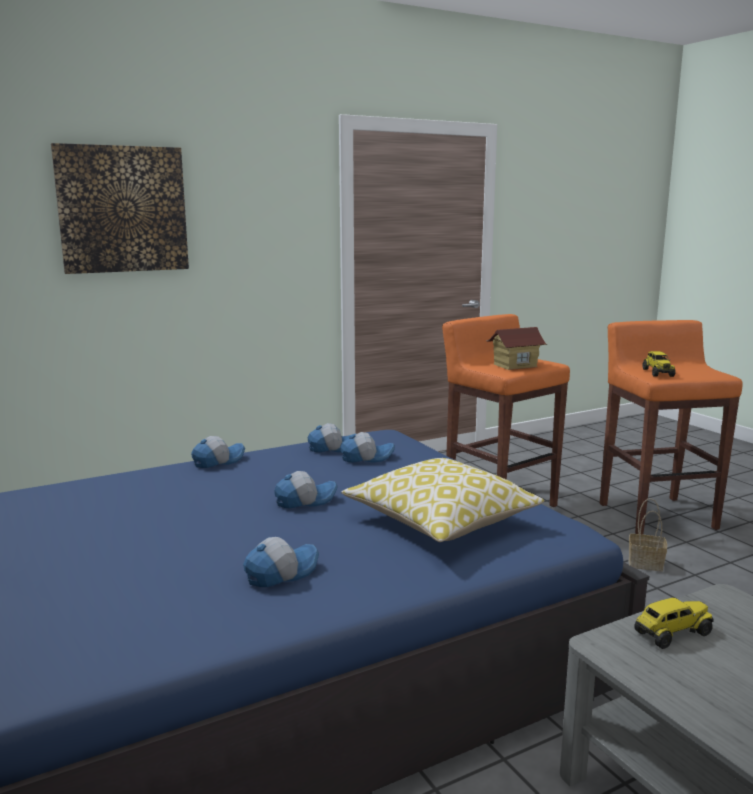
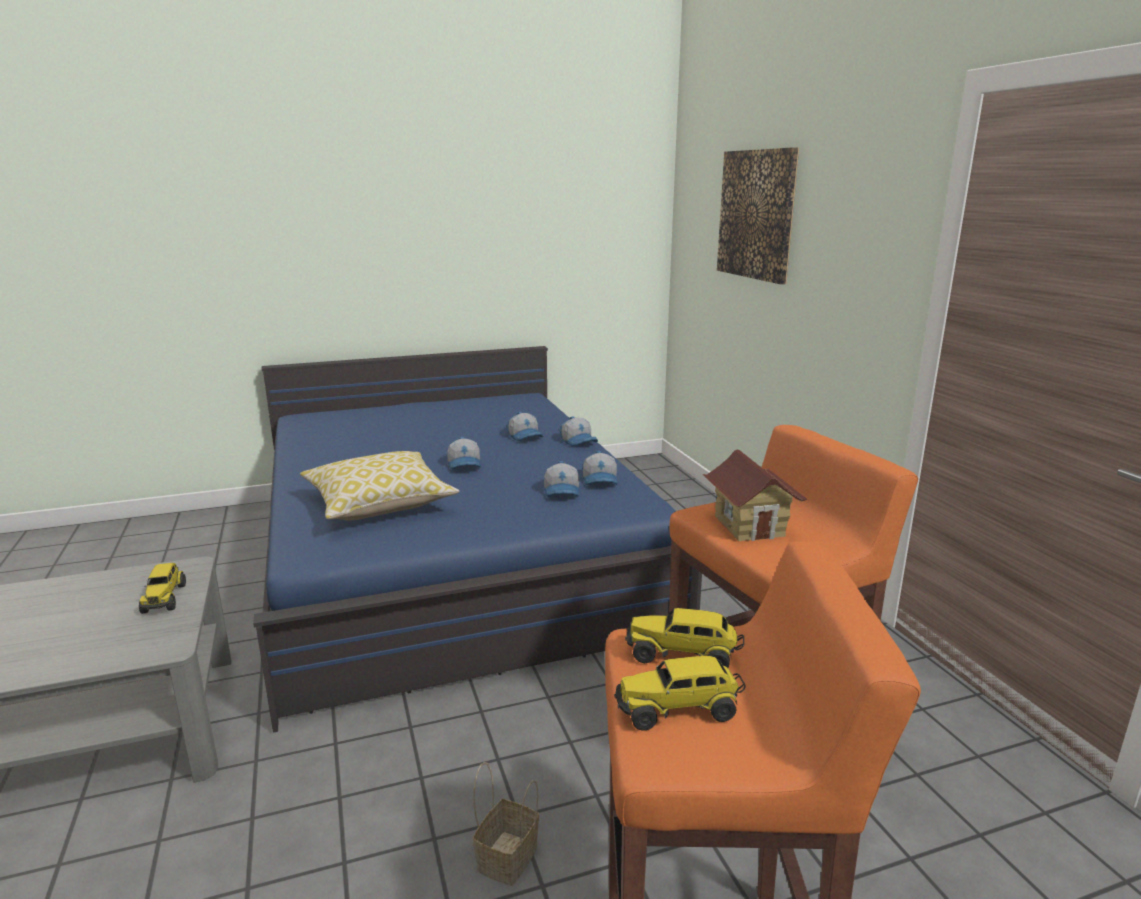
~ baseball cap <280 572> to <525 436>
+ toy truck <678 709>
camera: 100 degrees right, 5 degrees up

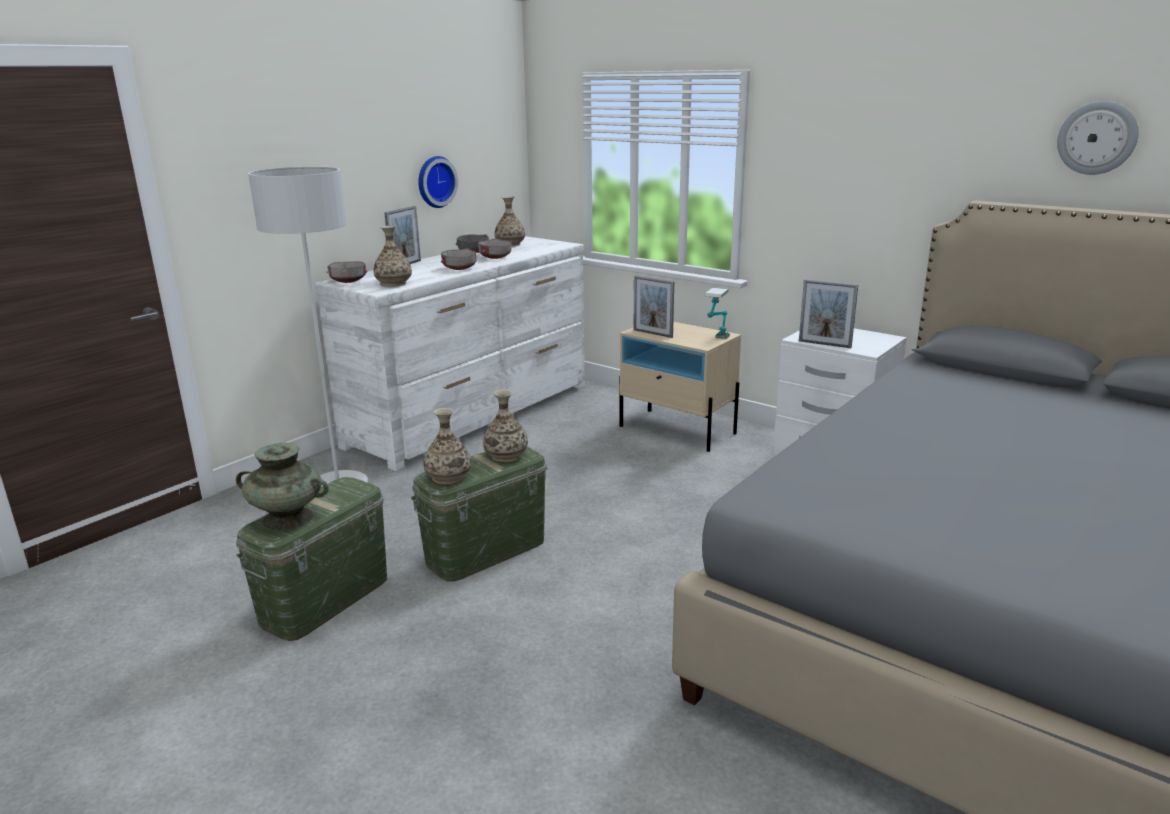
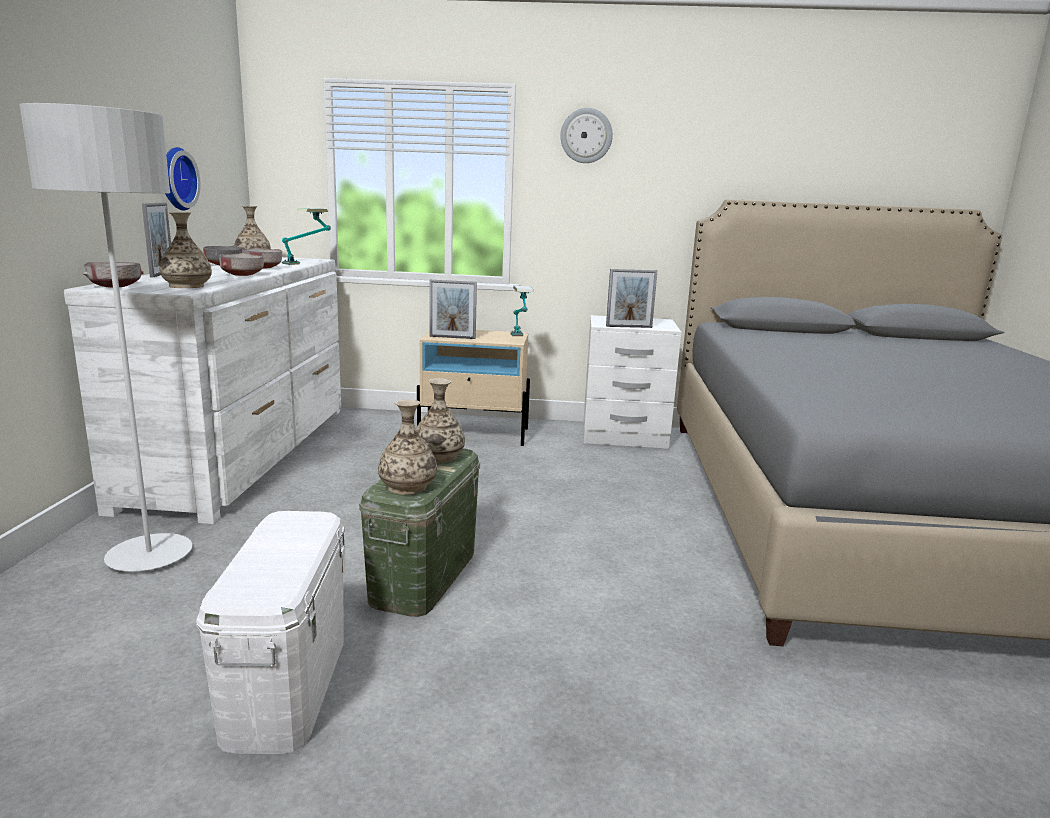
~ green-coloured storage box <325 599> to whitish storage box <287 684>
+ lamp for a table <308 263>
~ clock on the wall <1097 138> to <586 136>
- blue-green vase <287 519>
camera: 35 degrees left, 5 degrees down

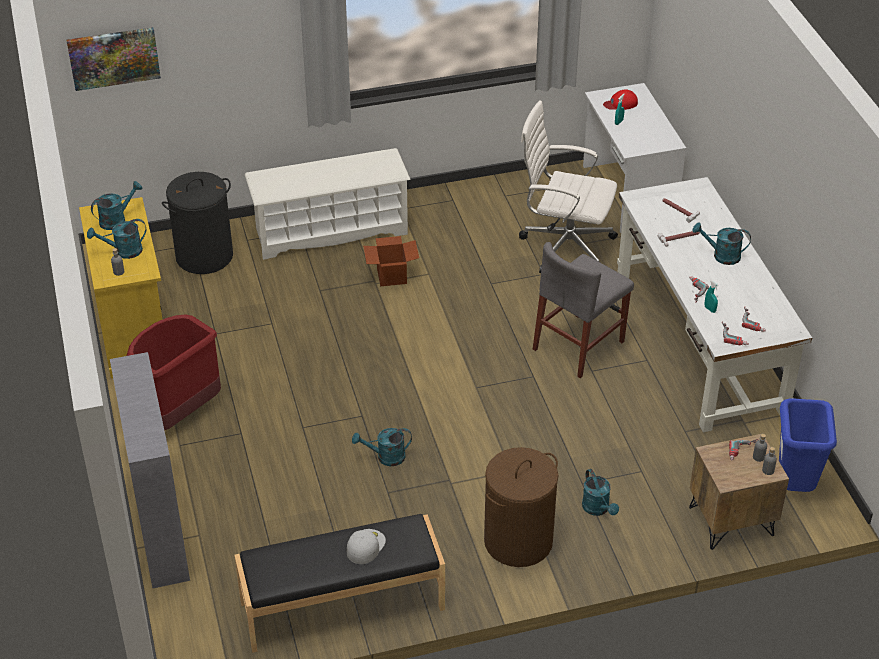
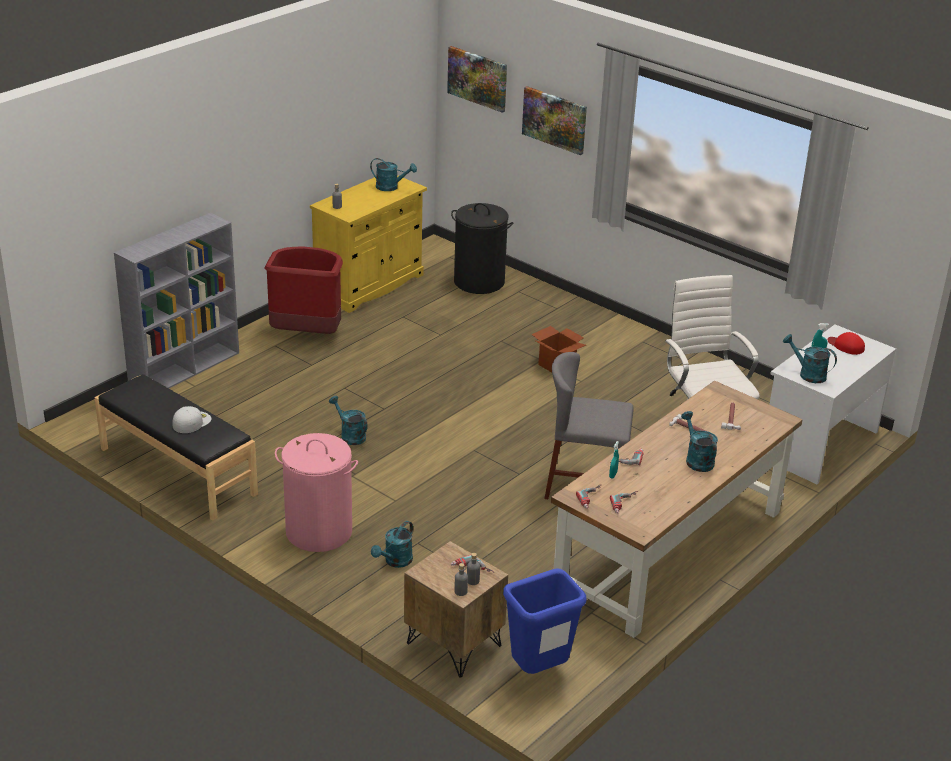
~ whitish baseball cap <365 546> = <191 422> 45 degrees counterclockwise
~ brownish laundry basket <518 541> to pink-coloured laundry basket <318 532>
+ wall art <555 120>
~ whitish desk unit <700 342> to brownish desk unit <669 551>
~ blue-green sprinkling can <123 251> to <808 374>
- whitish shoe rack <330 231>
camera: 55 degrees right, 10 degrees down

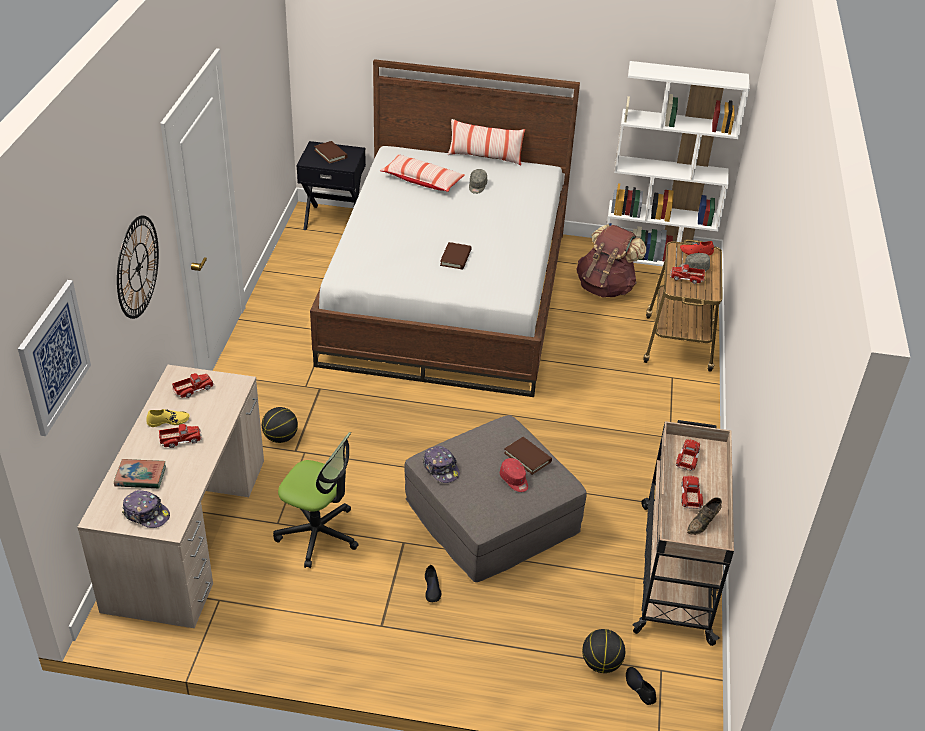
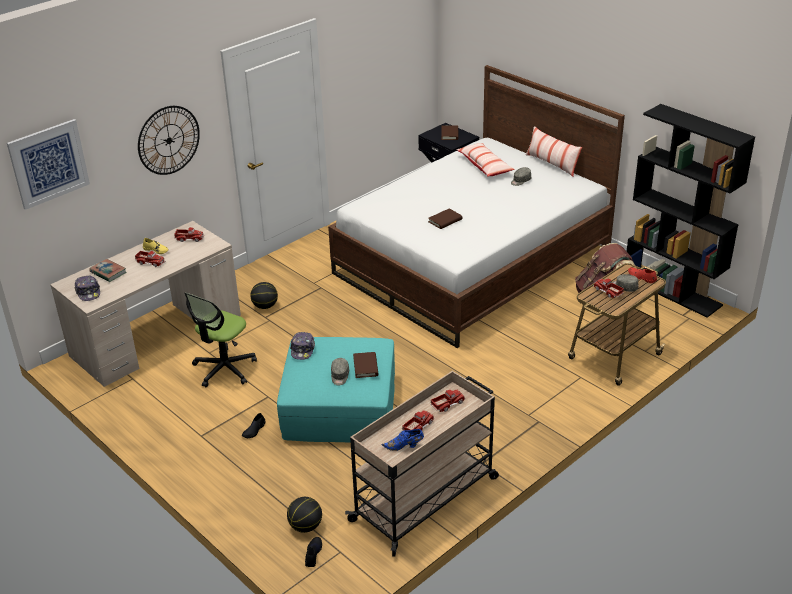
~ desk chair <318 534> = <224 369> 60 degrees clockwise
~ gray pouffe <491 516> to blue-green pouffe <340 406>
~ red baseball cap <514 480> to gray baseball cap <340 376>
~ brownish item of footwear <703 523> to blue-coloured item of footwear <404 446>
~ whitish bookshelf <656 256> to black bookshelf <672 291>
camera: 40 degrees right, 5 degrees down

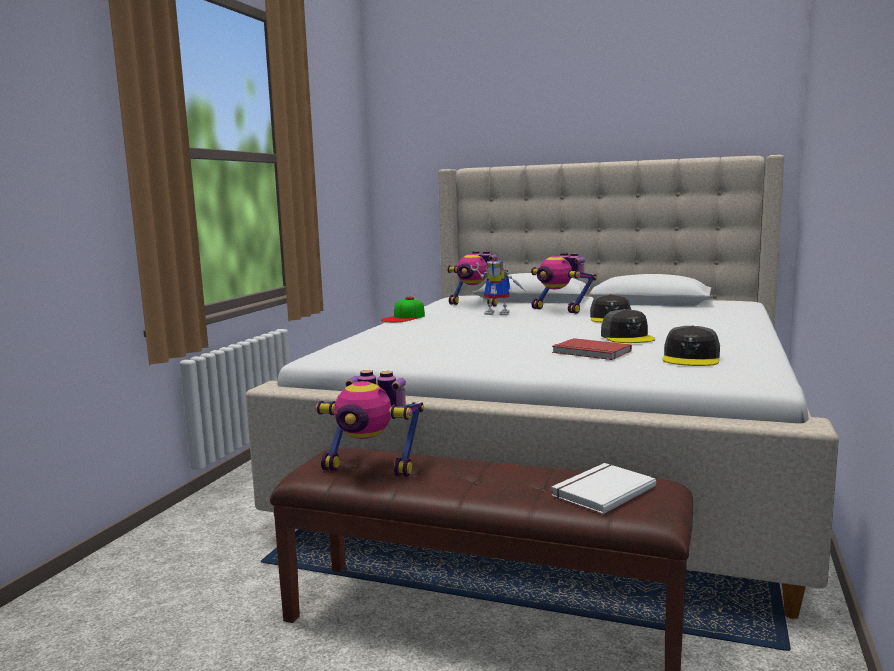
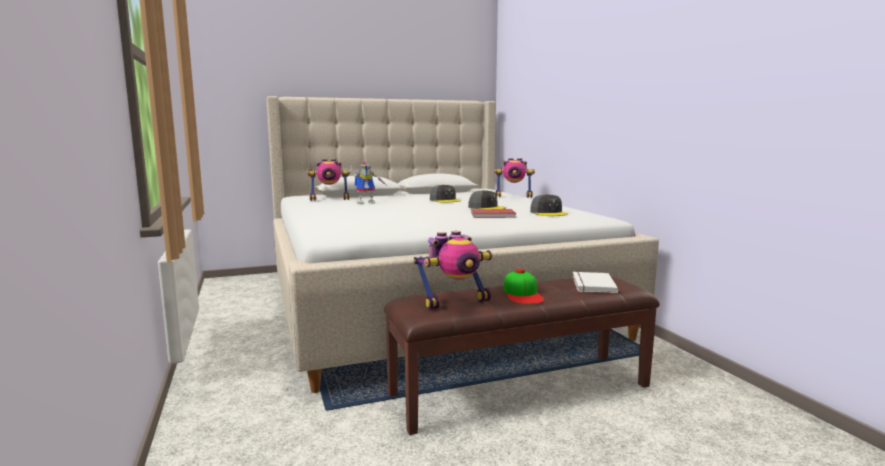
~ toy robot <560 310> to <514 196>
~ baseball cap <404 318> to <522 294>
camera: 40 degrees left, 0 degrees up

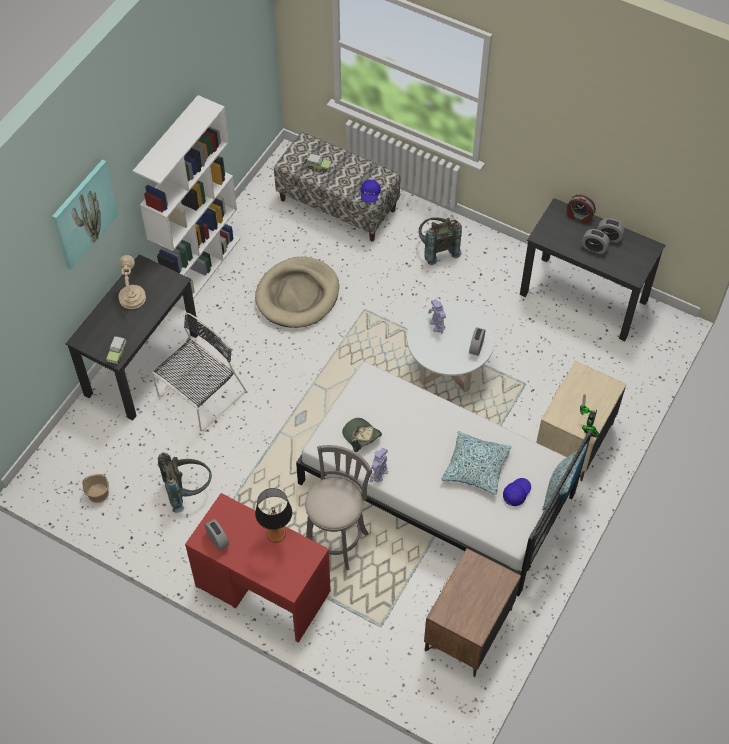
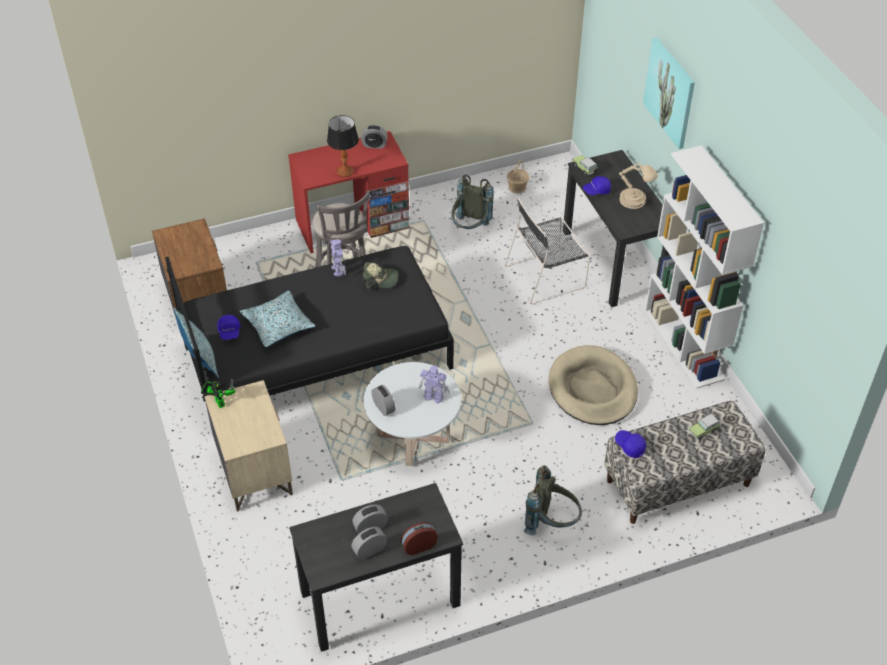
~ whitish bedroom bed <436 489> to black bedroom bed <317 356>
~ black plain chair <200 396> = <547 276> 75 degrees clockwise
+ blue-coloured baseball cap <596 191>
camera: 130 degrees right, 10 degrees down

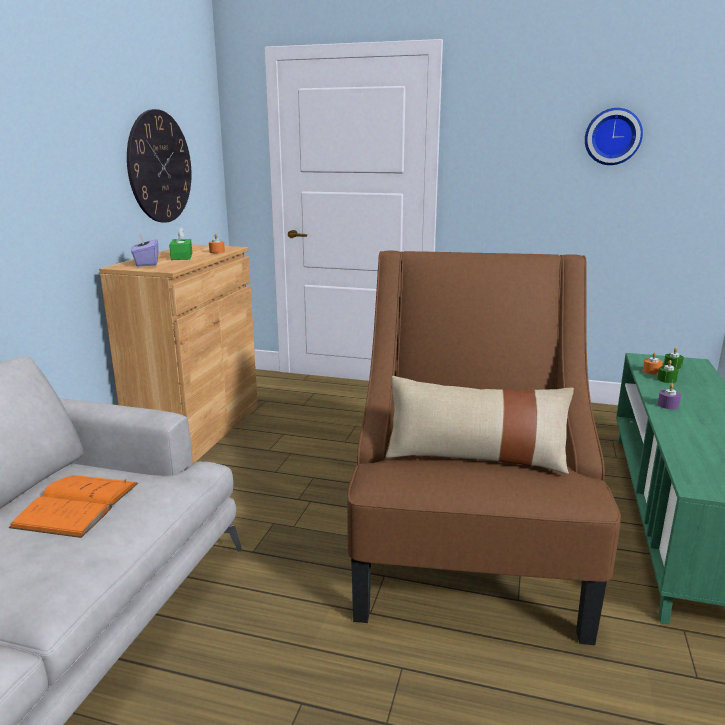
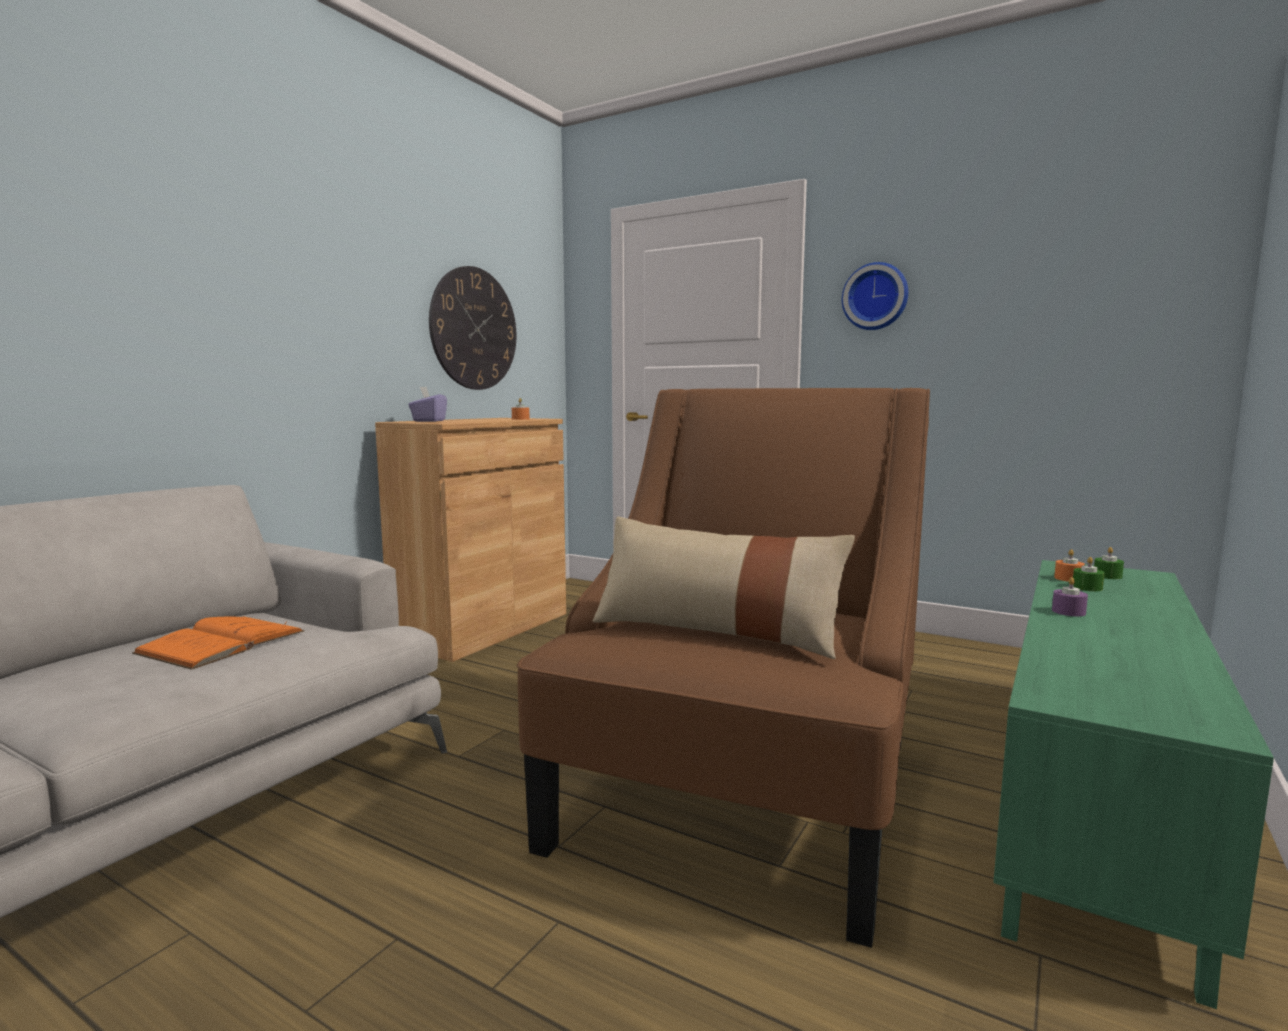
~ clock on the wall <612 136> to <875 297>
- green-coloured tissue box <181 256>
camera: 15 degrees right, 10 degrees down

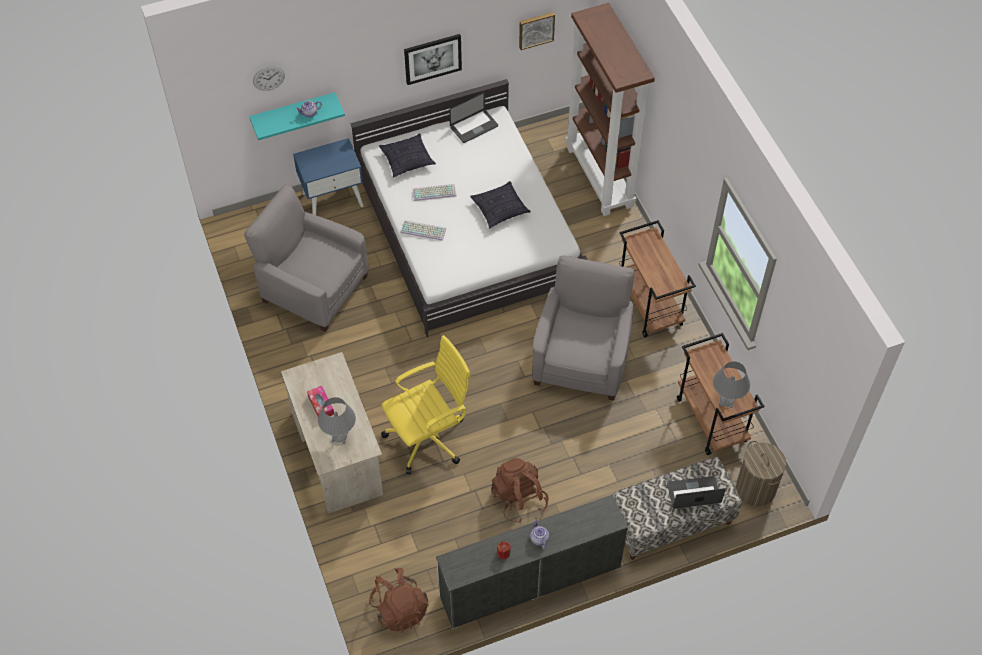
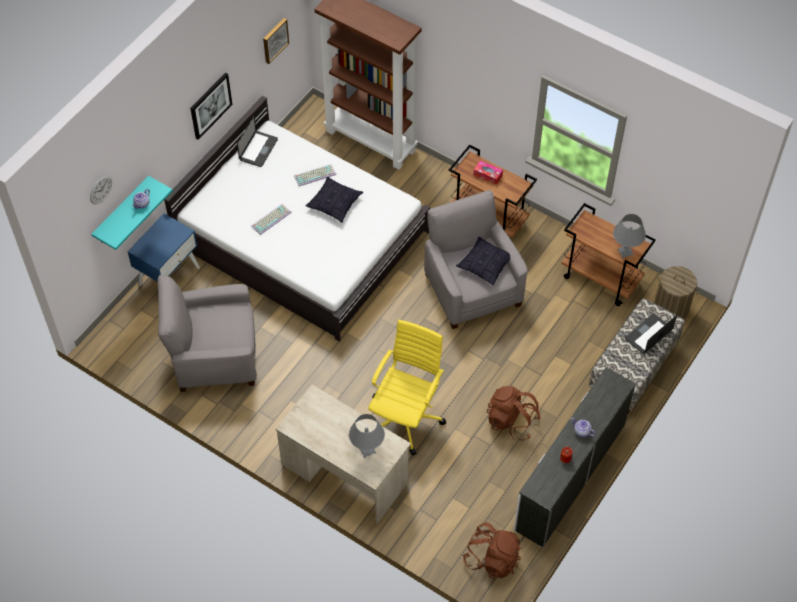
~ keyboard <424 230> to <315 174>
~ pillow <407 160> to <485 265>
~ tissue box <321 405> to <488 175>
camera: 35 degrees left, 0 degrees up

